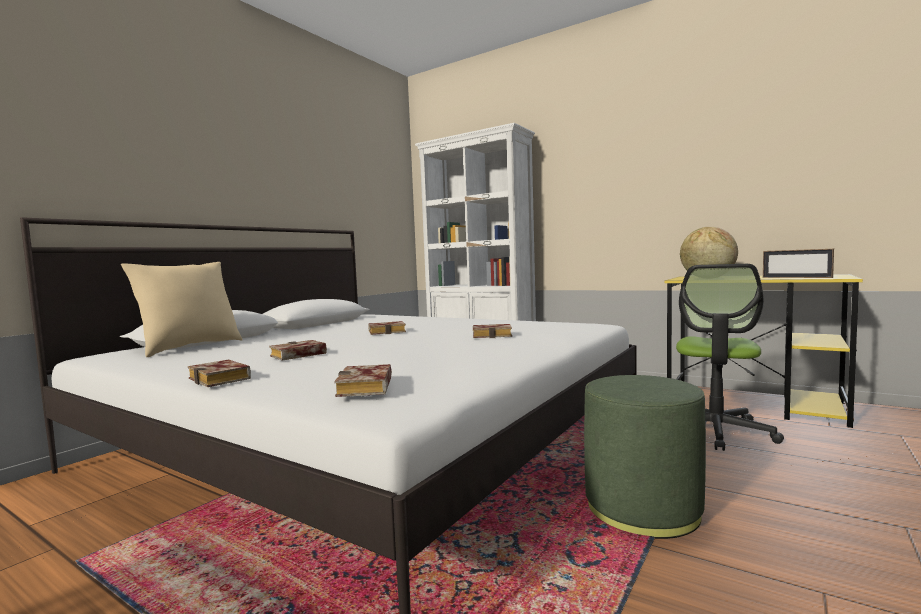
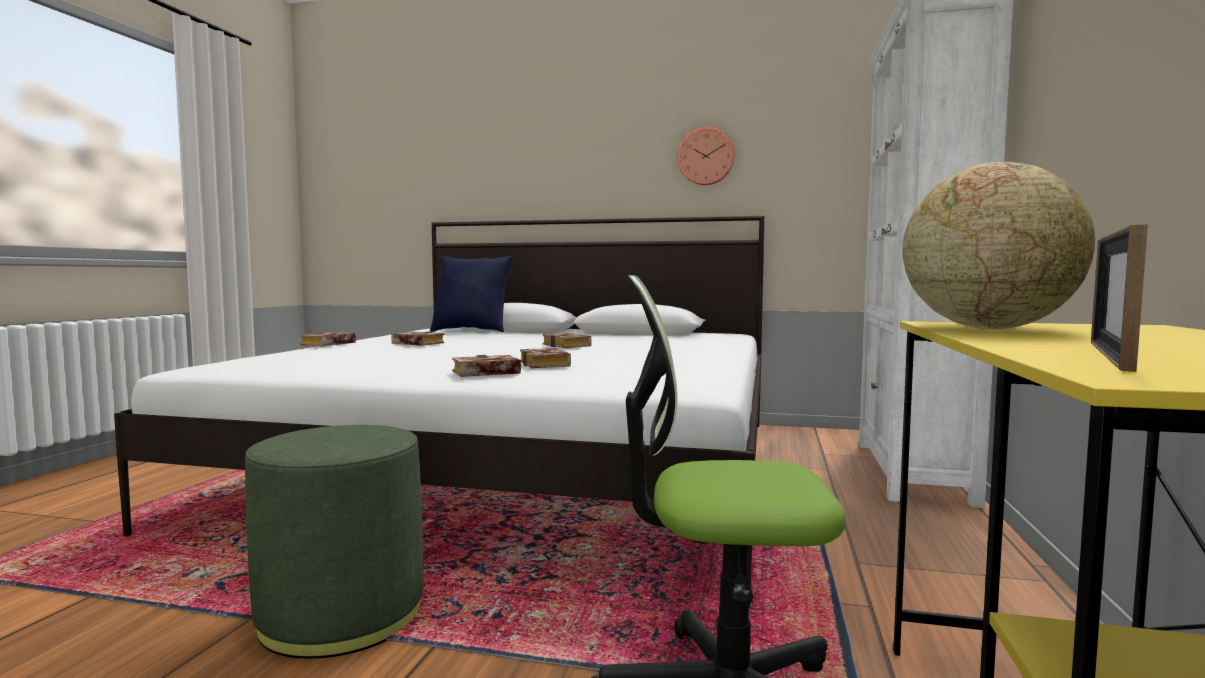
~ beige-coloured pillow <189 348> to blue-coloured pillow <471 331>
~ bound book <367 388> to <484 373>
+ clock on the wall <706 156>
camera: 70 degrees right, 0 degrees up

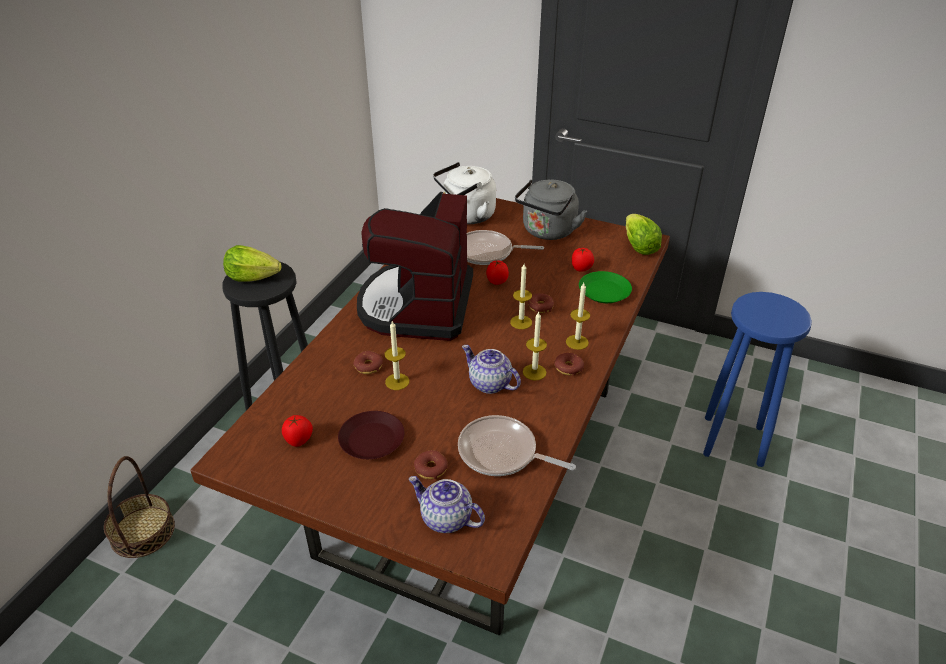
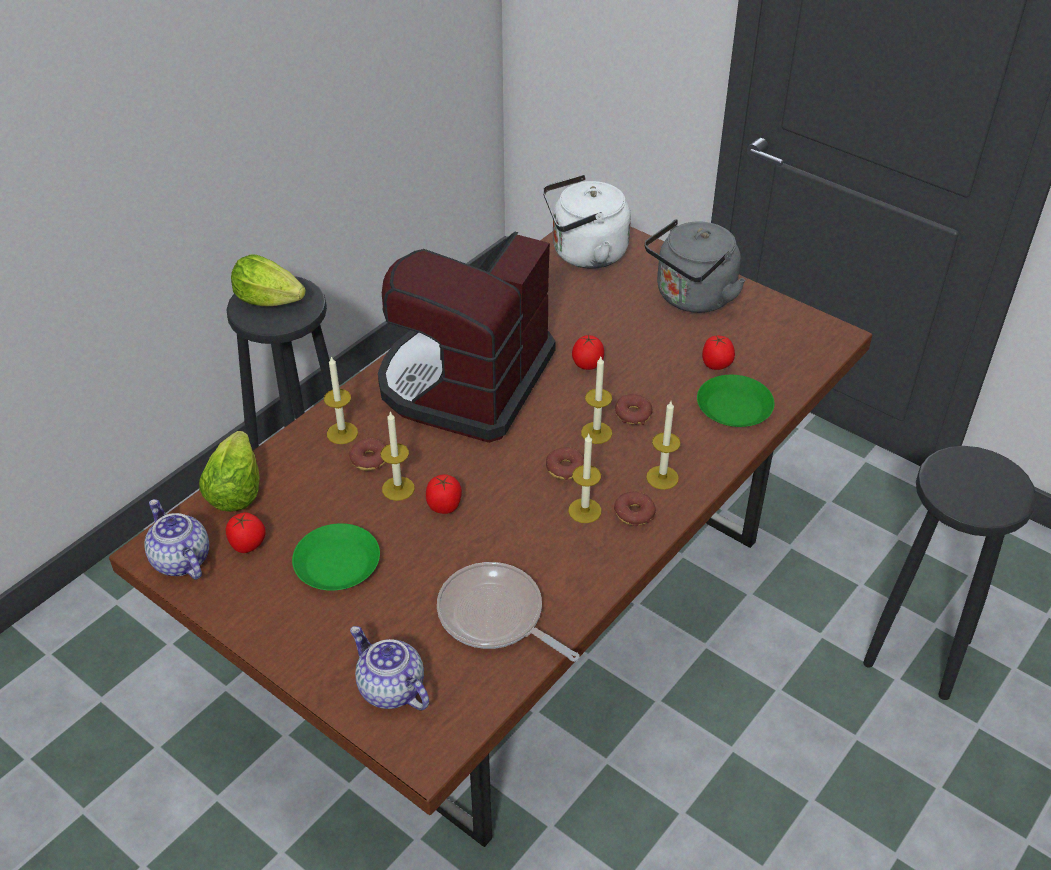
~ teapot <489 383> to <180 560>
~ lettuce <639 247> to <235 491>
~ brownish plate <372 439> to green-coloured plate <338 563>
+ wax light <342 433>
+ whole tomato <444 506>
~ ring doughnut <431 469> to <565 468>
~ blue-coloured stool <733 441> to black stool <916 653>
- basket <142 531>
- frying pan <487 252>
camera: 15 degrees right, 5 degrees up

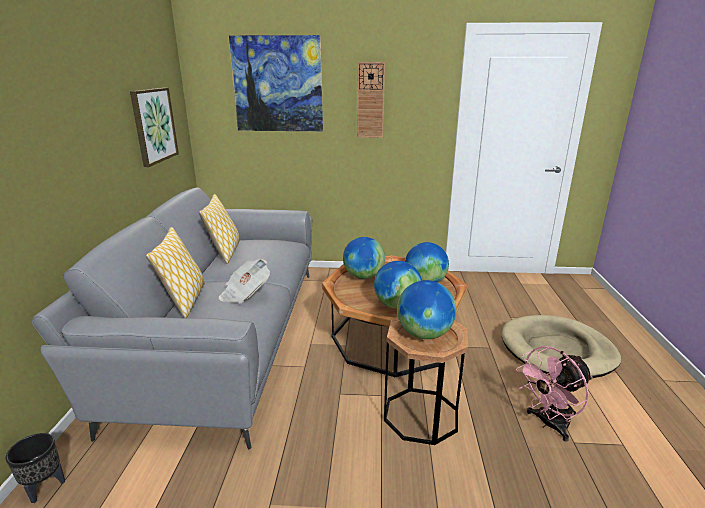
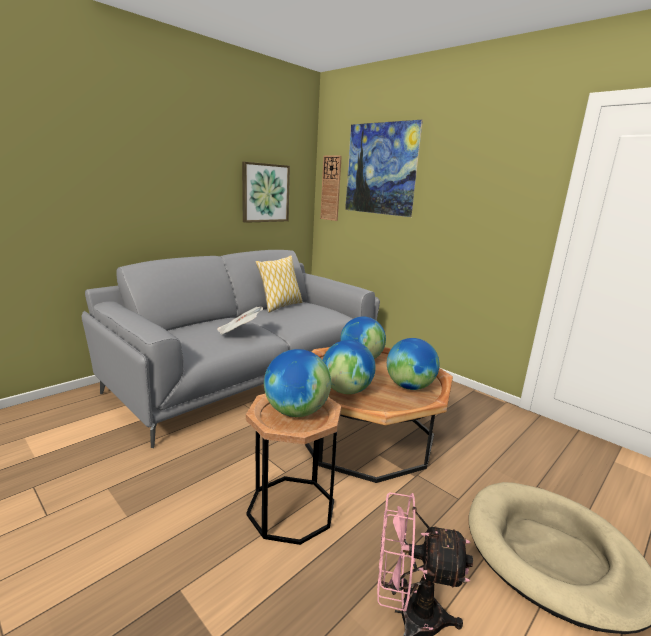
~ clock on the wall <370 100> to <331 188>
- black flower pot <45 487>
- pillow <184 301>
camera: 40 degrees right, 5 degrees down

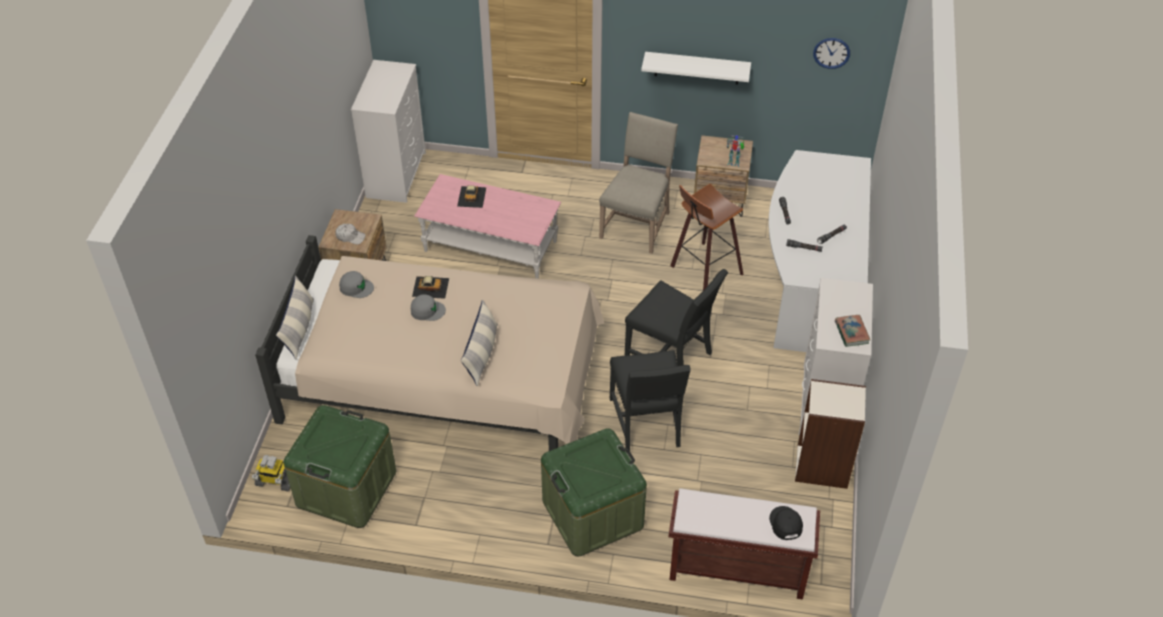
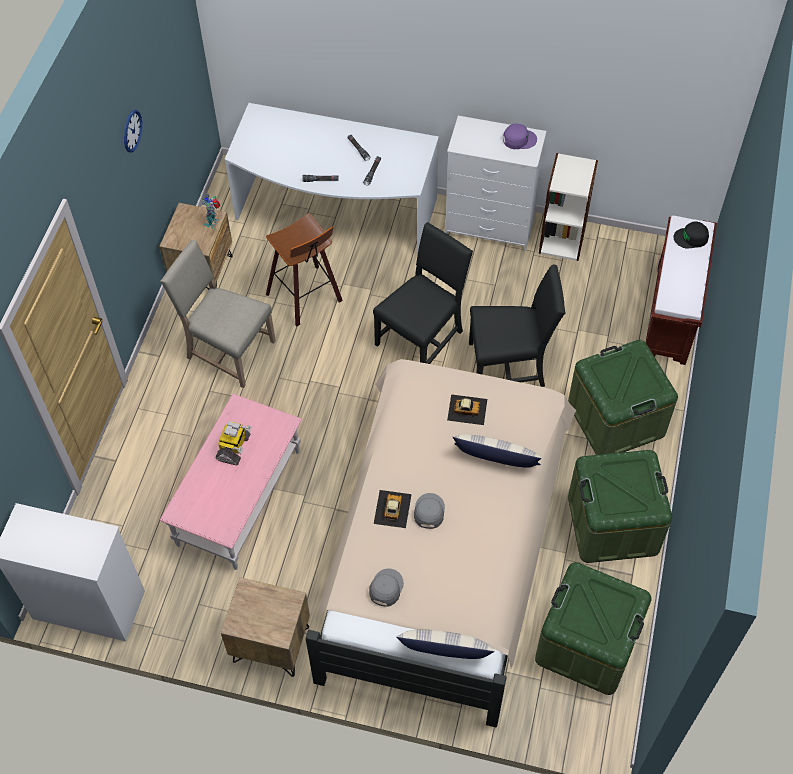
~ clock on the wall <831 53> to <132 131>
~ toy robot <275 481> to <234 448>
~ miniature car <472 196> to <467 409>
~ bound book <851 332> to purple-coloured baseball cap <519 139>
+ green-coloured storage box <612 524>
- whitish baseball cap <350 237>
- whitish shelf <697 68>
camera: 85 degrees left, 10 degrees up

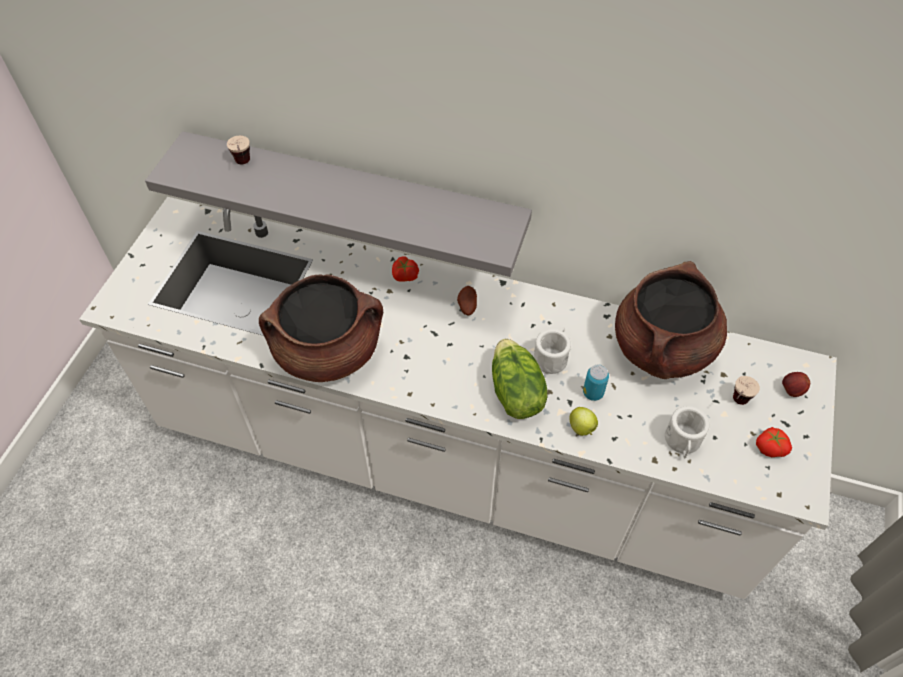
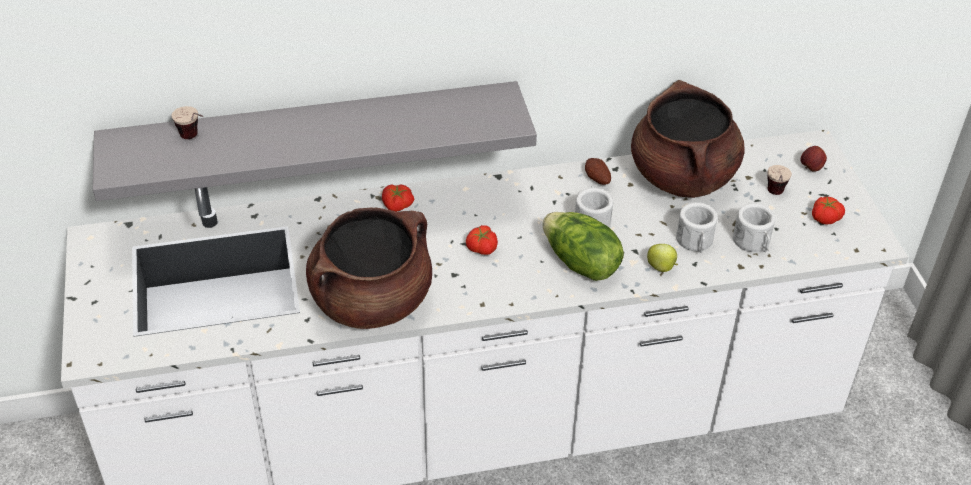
+ whole tomato <481 248>
~ spud <466 306> to <596 179>
+ whitish coffee mug <695 242>
- metal can <593 393>
camera: 30 degrees left, 10 degrees down

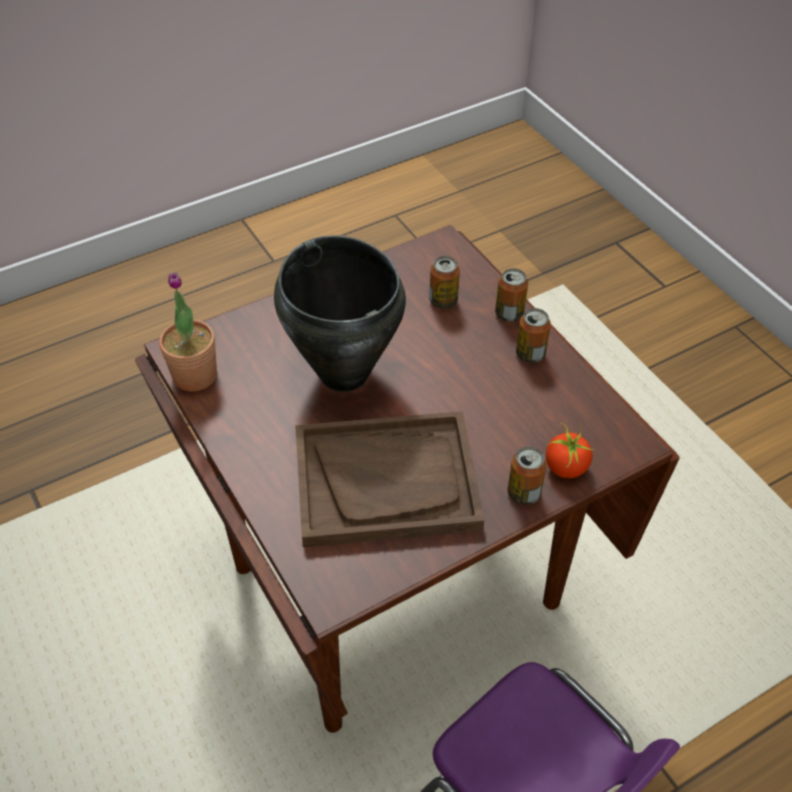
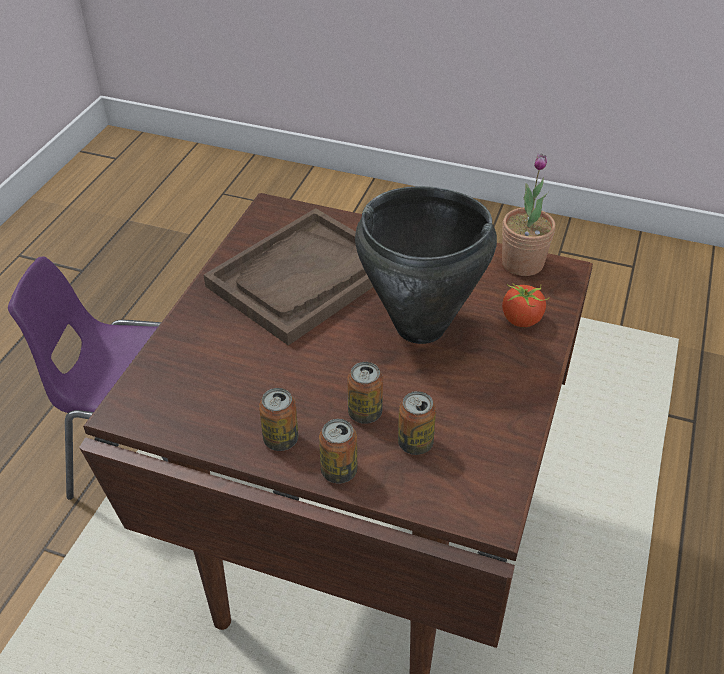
~ metal can <524 493> to <365 413>
~ whole tomato <565 467> to <522 320>
camera: 140 degrees right, 5 degrees down

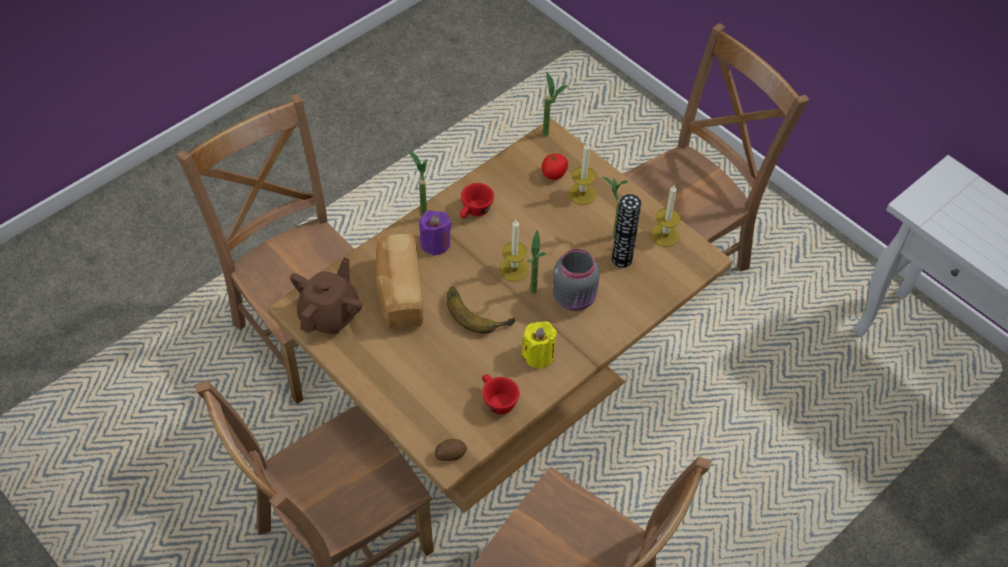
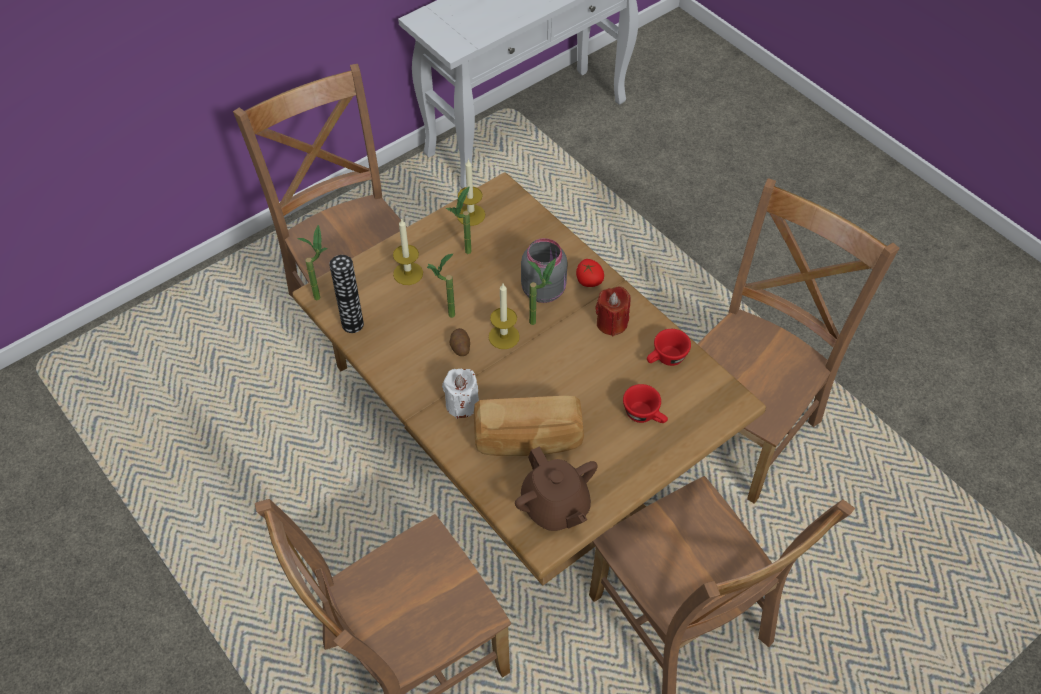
~ vase <622 259> to <352 324>
~ houseplant <421 213> to <445 317>
~ purple-coloured wax light <435 243> to whitish wax light <462 404>
~ spud <450 454> to <460 347>
~ brownish teapot <330 314> = <555 507> 150 degrees counterclockwise
~ whole tomato <554 174> to <588 281>
~ yellowish wax light <538 355> to red wax light <612 323>
~ red cup <474 212> to <645 415>
- whole banana <478 310>
camera: 85 degrees left, 0 degrees up

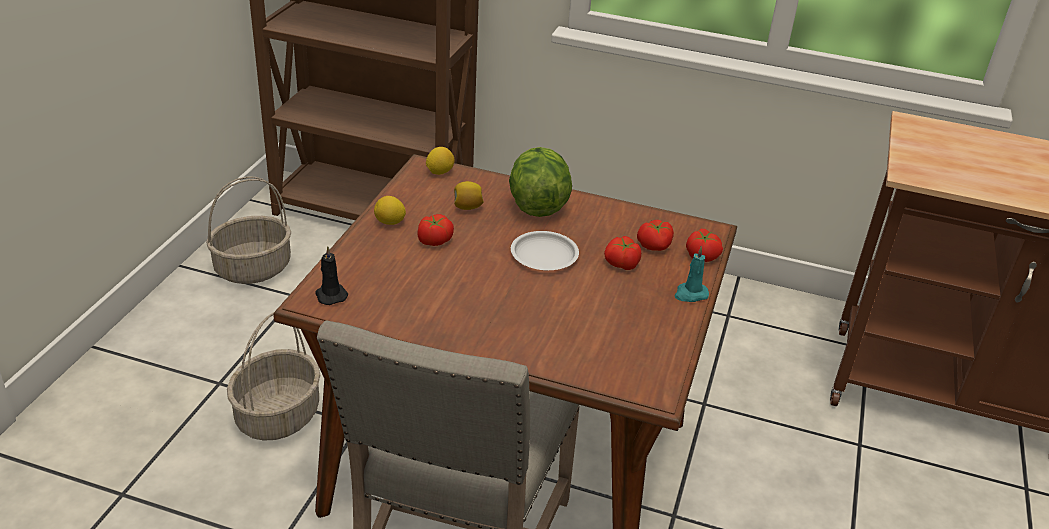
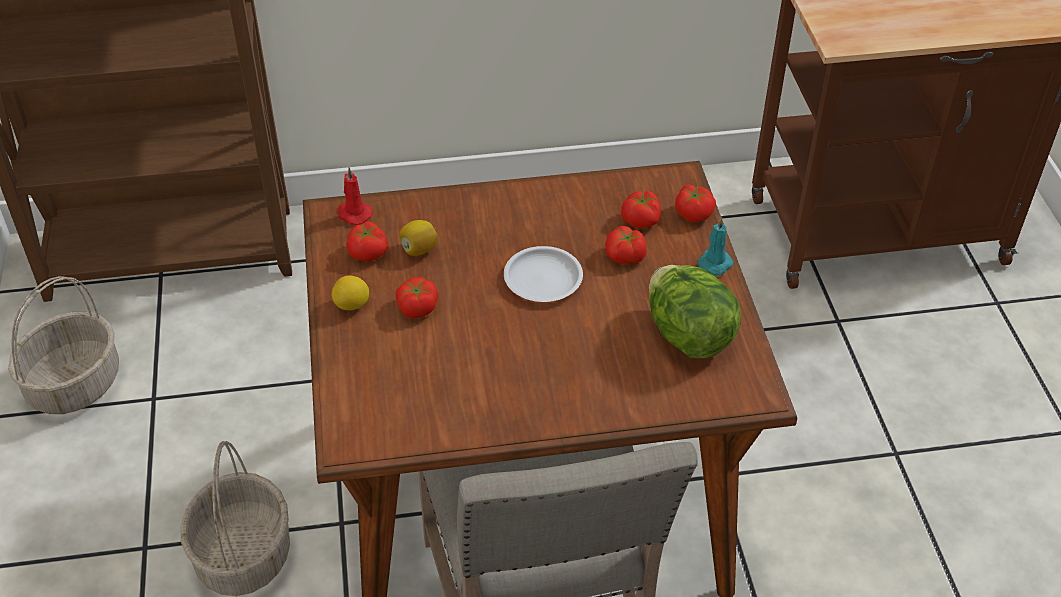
~ whole lemon <439 172> to red wax light <353 214>
+ whole tomato <368 252>
~ lettuce <537 205> to <688 335>
- black wax light <330 295>
camera: 25 degrees left, 10 degrees up

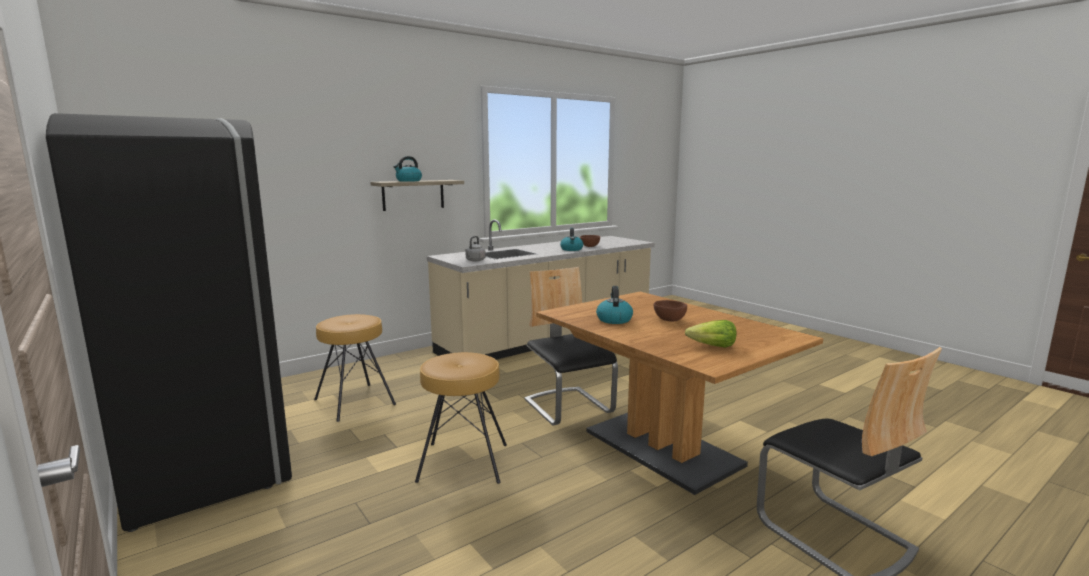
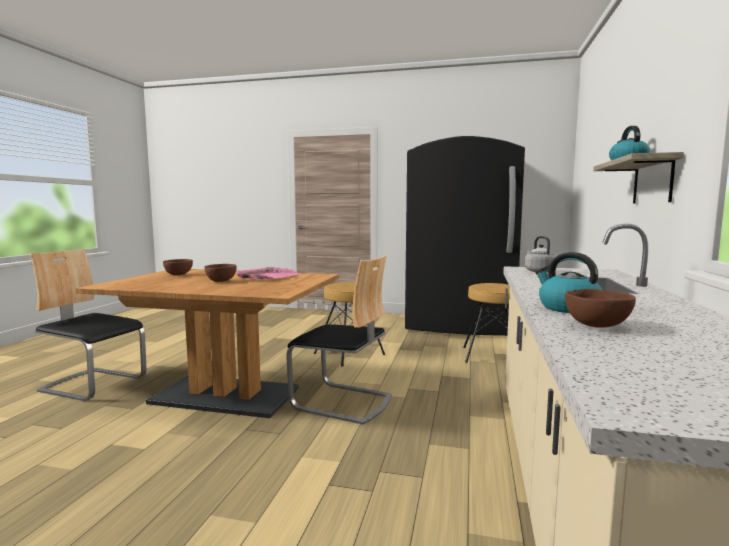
~ lettuce <712 346> to brownish serving bowl <178 275>
~ kettle <614 319> to pink-coloured carrying tray <268 276>
camera: 140 degrees right, 5 degrees down

